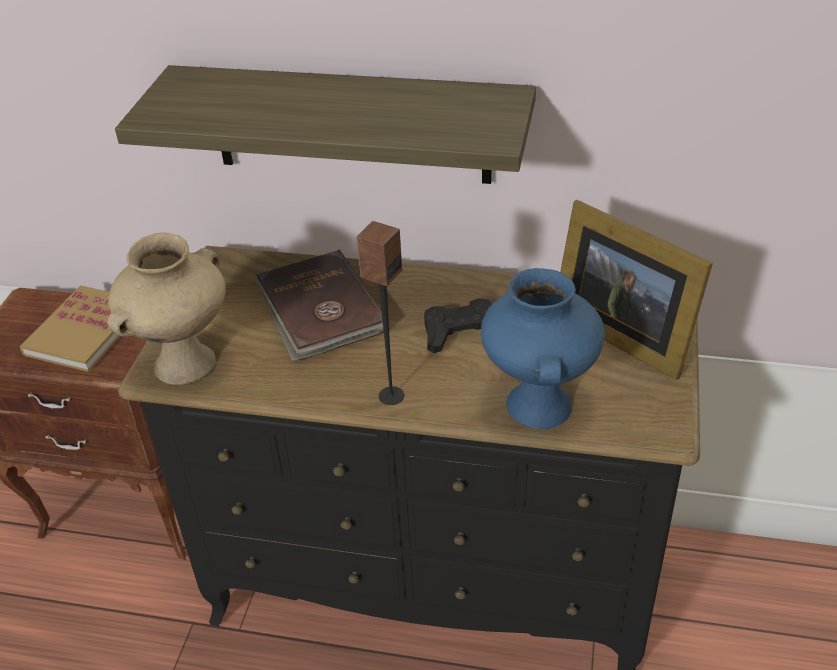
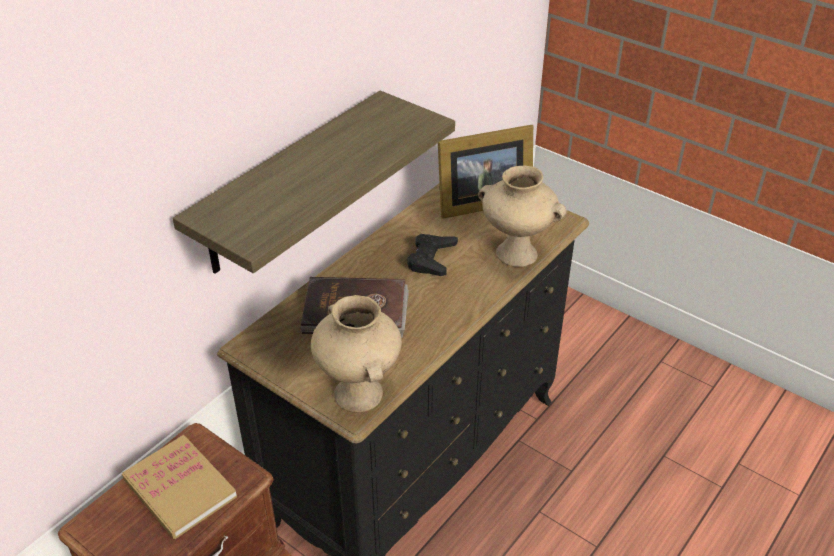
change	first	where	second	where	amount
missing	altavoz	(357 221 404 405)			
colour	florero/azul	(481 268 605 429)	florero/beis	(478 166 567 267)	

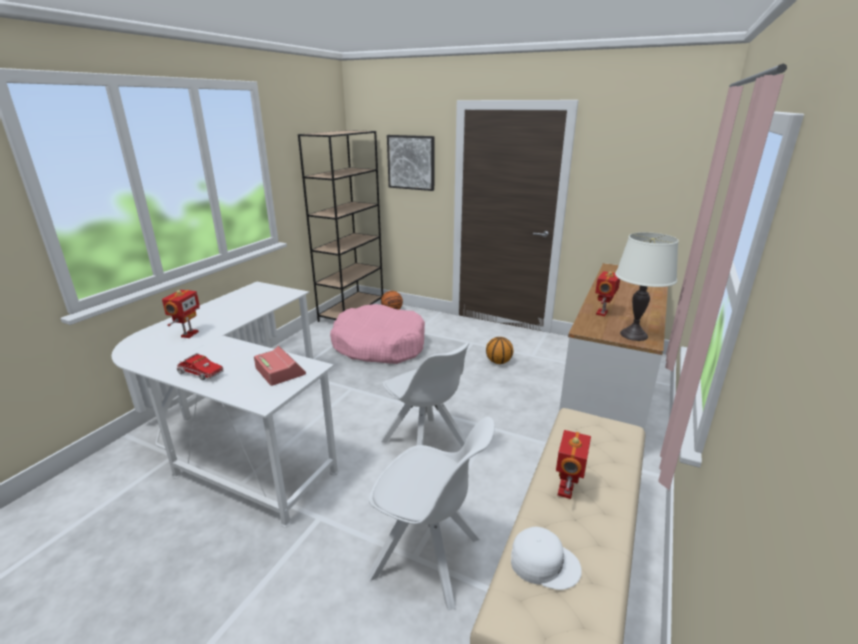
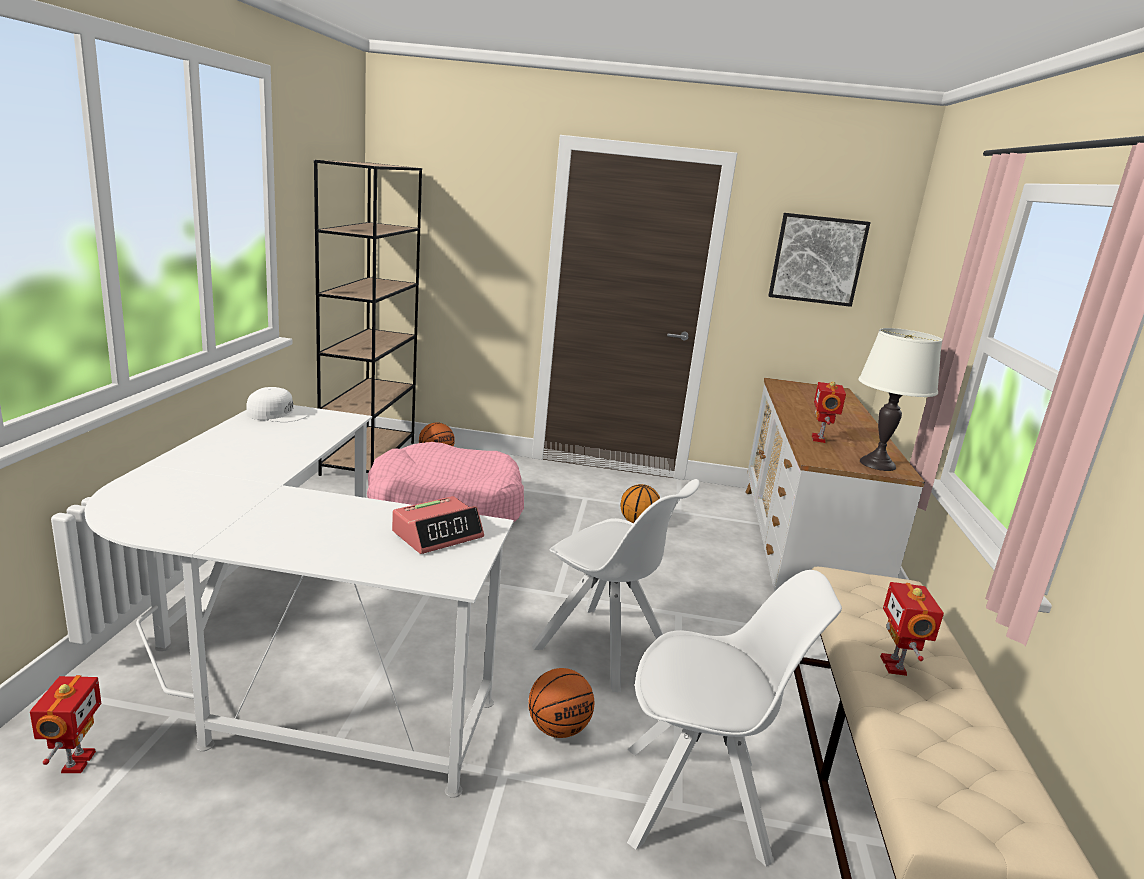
change	first	where	second	where	amount
relocated	cuadro	(387 135 435 191)		(768 213 871 307)	
relocated	robot de juguete	(162 290 200 338)		(30 675 101 773)	
spun	despertador	(254 346 306 386)		(392 496 484 554)	105 degrees clockwise
missing	camión de juguete	(176 353 224 380)			
relocated	gorra/blanco	(511 527 582 590)		(246 387 309 422)	
appeared			balón de baloncesto	(528 668 594 738)	

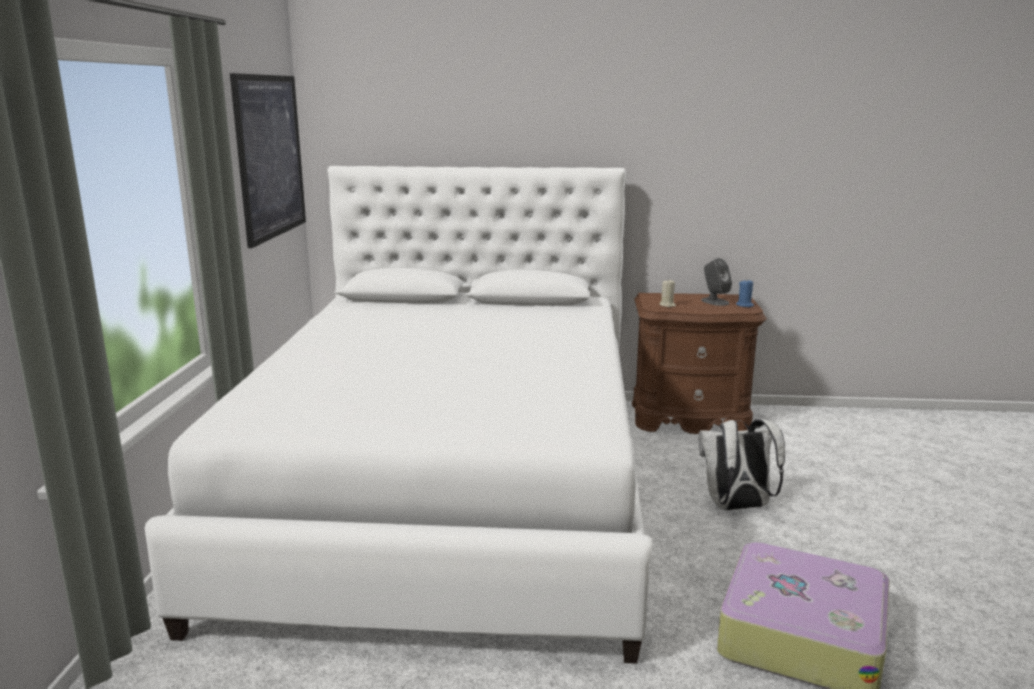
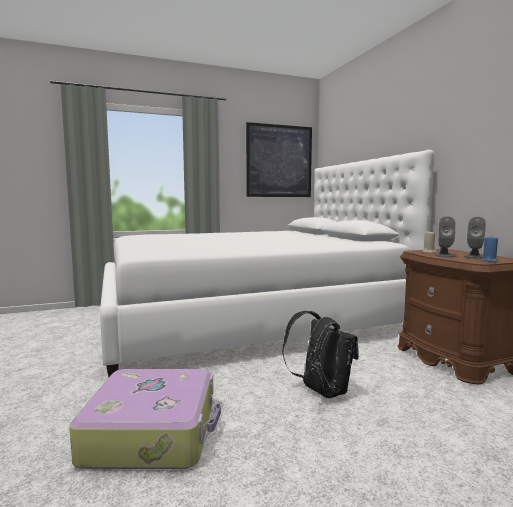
change	first	where	second	where	amount
colour	mochila/blanco	(699 419 785 510)	mochila/negro	(282 311 359 398)	
appeared			altavoz/gris	(435 216 455 258)	

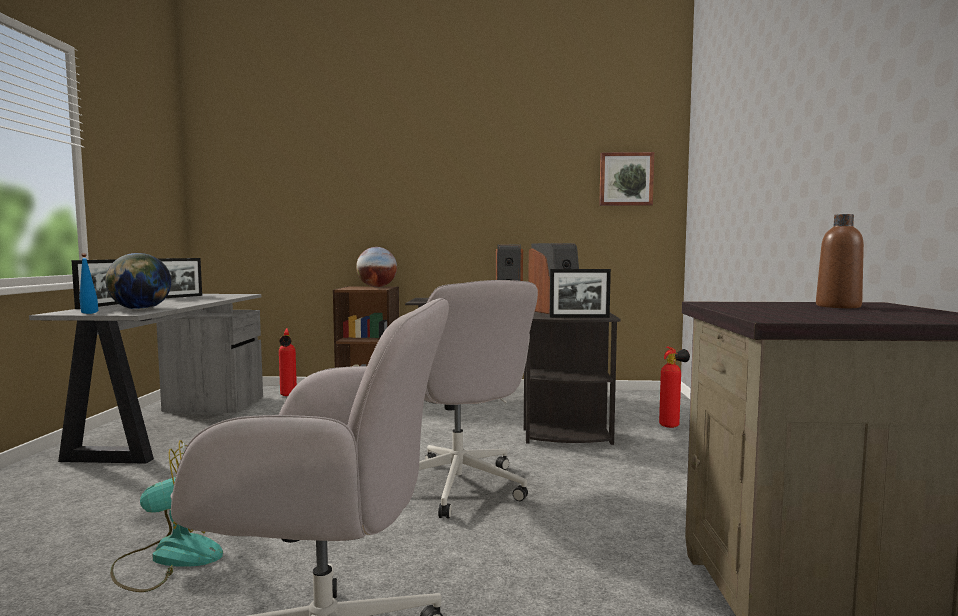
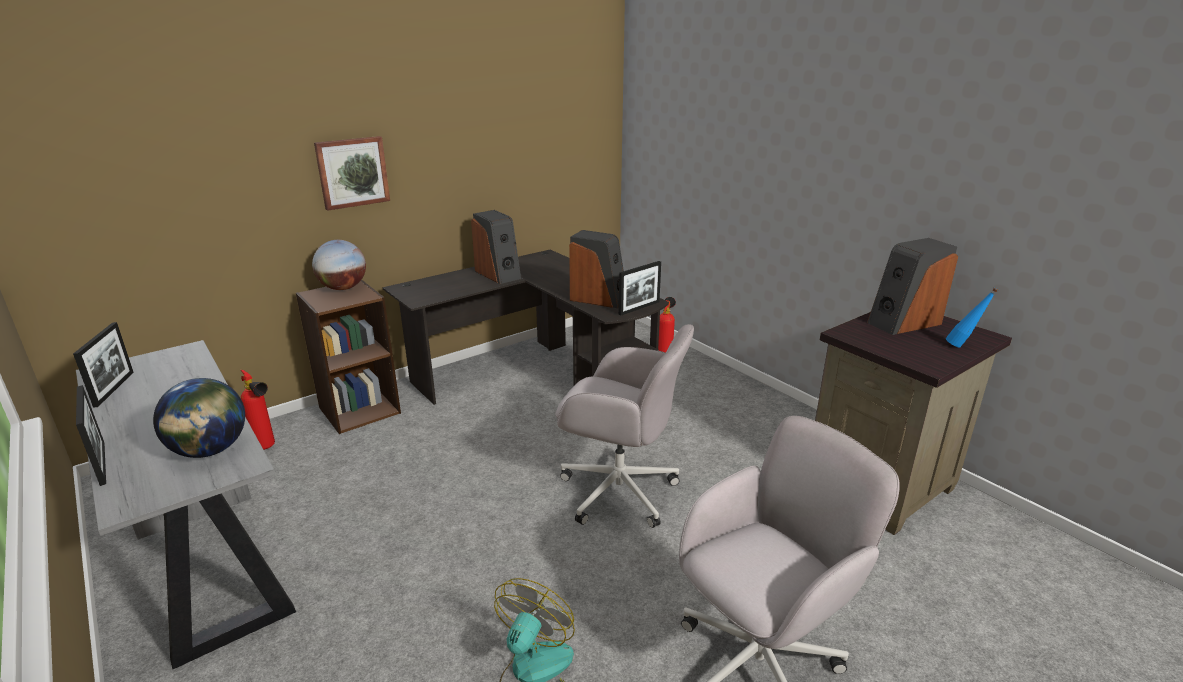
change	first	where	second	where	amount
relocated	cuadro	(599 152 654 206)		(314 136 390 211)	
exchanged	botella/marrón	(816 214 864 308)	altavoz	(867 238 958 335)	
relocated	botella/azul	(79 253 98 314)		(946 288 998 348)	

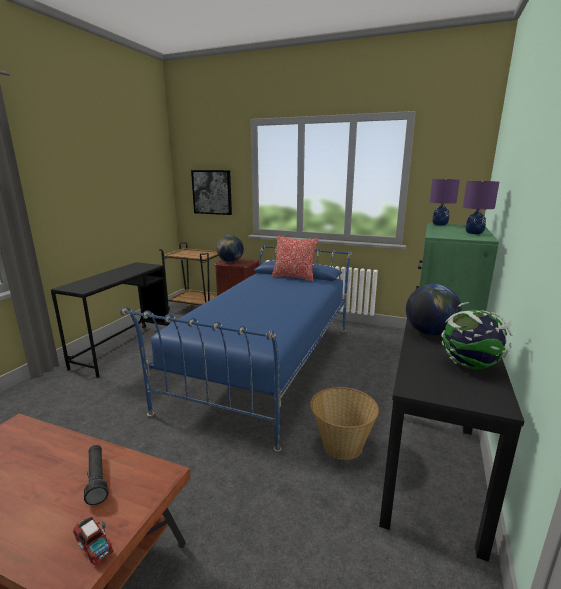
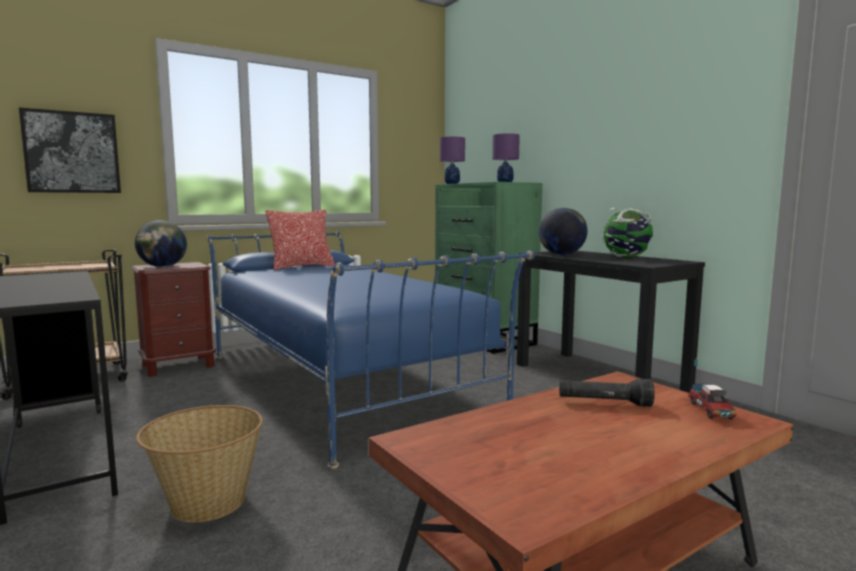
change	first	where	second	where	amount
relocated	cesta	(310 387 379 460)		(136 405 263 523)	
spun	camión de juguete	(73 517 114 565)		(688 357 736 419)	75 degrees counterclockwise

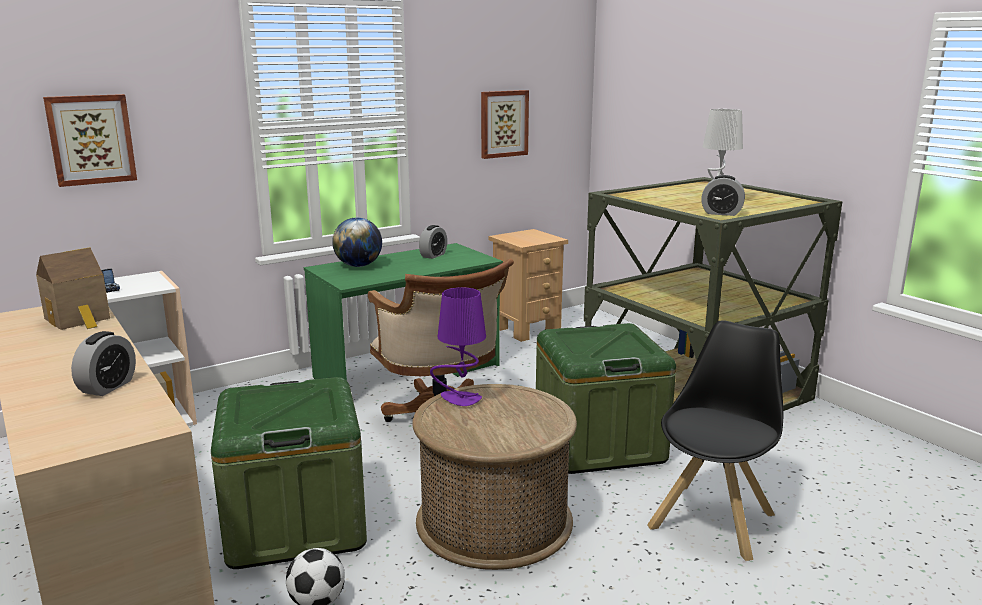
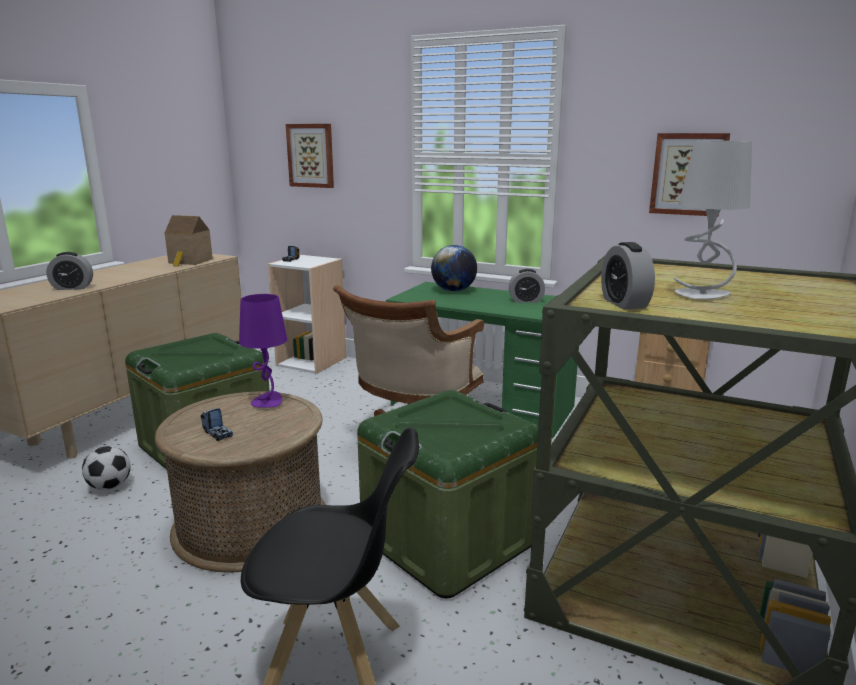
change	first	where	second	where	amount
appeared			camión de juguete	(201 408 233 441)	

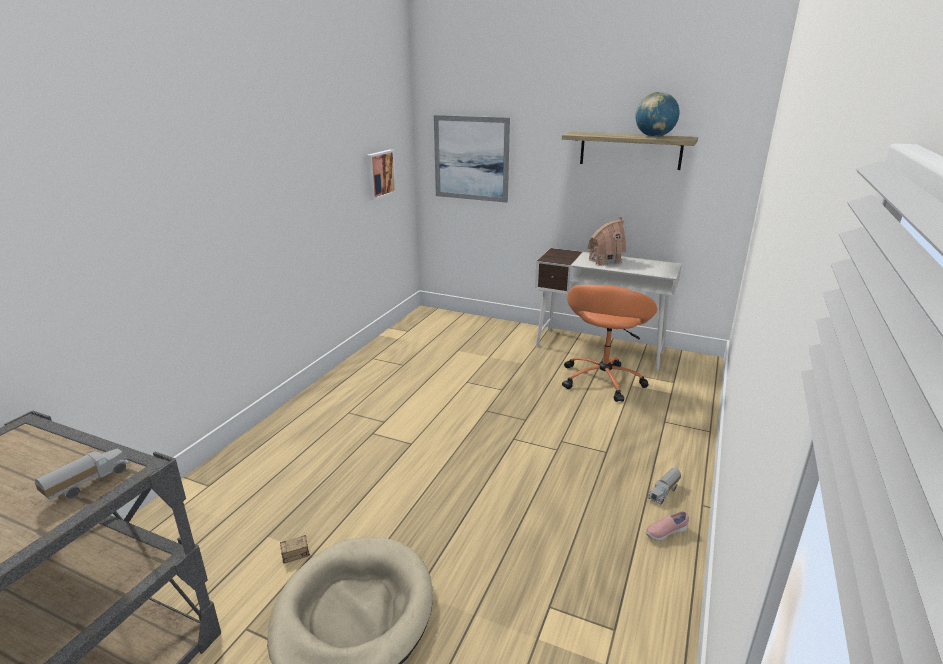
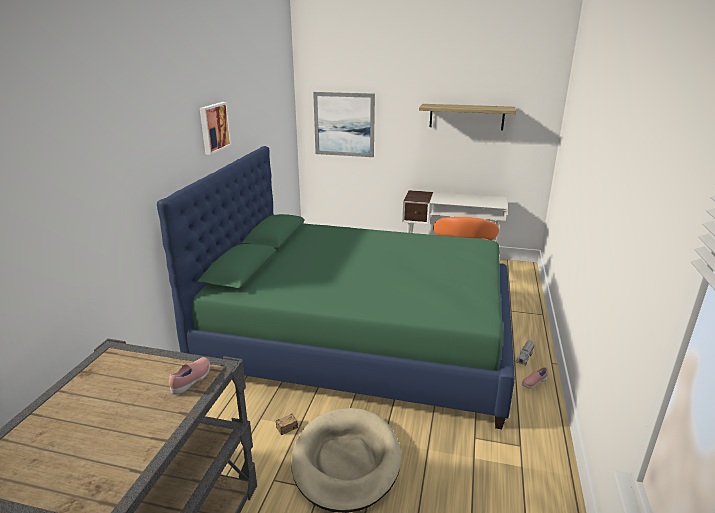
change	first	where	second	where	amount
missing	globo terráqueo	(635 92 680 137)			
relocated	cuadro	(366 150 396 200)		(200 102 231 155)	
missing	casita	(587 216 626 266)			
exchanged	camión de juguete	(35 449 130 500)	zapato/rosa	(169 357 210 395)	
appeared			cama/verde	(157 146 515 429)	

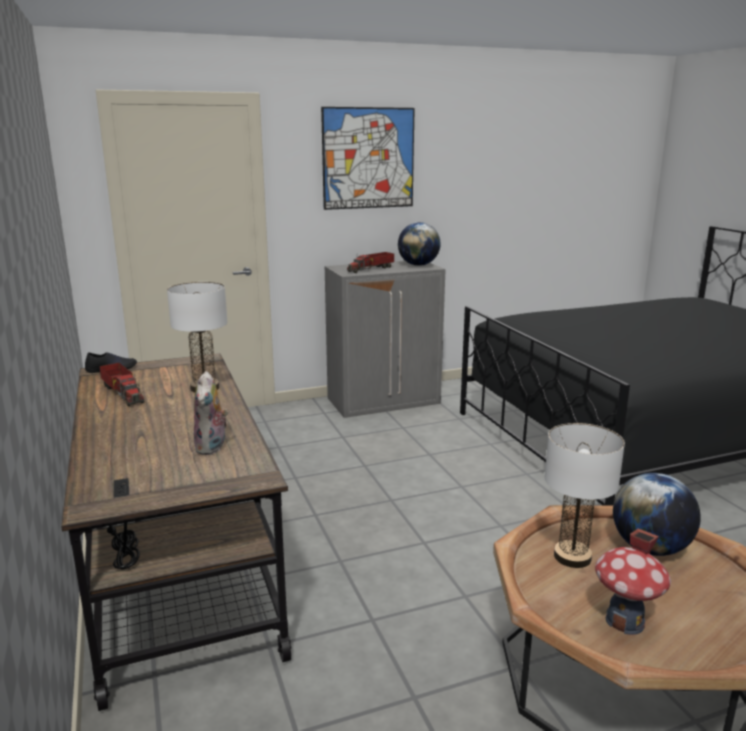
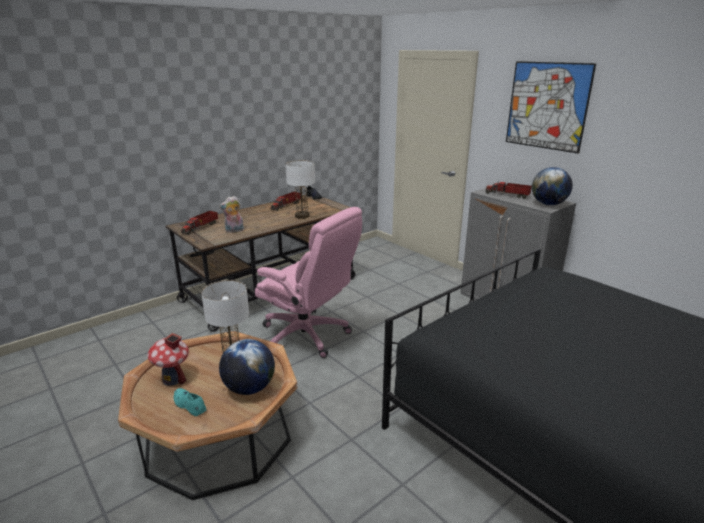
change	first	where	second	where	amount
appeared			silla de oficina/rosa	(255 207 362 358)	
appeared			camión de juguete	(181 211 218 235)	
appeared			zapato/turquesa	(174 388 206 416)	

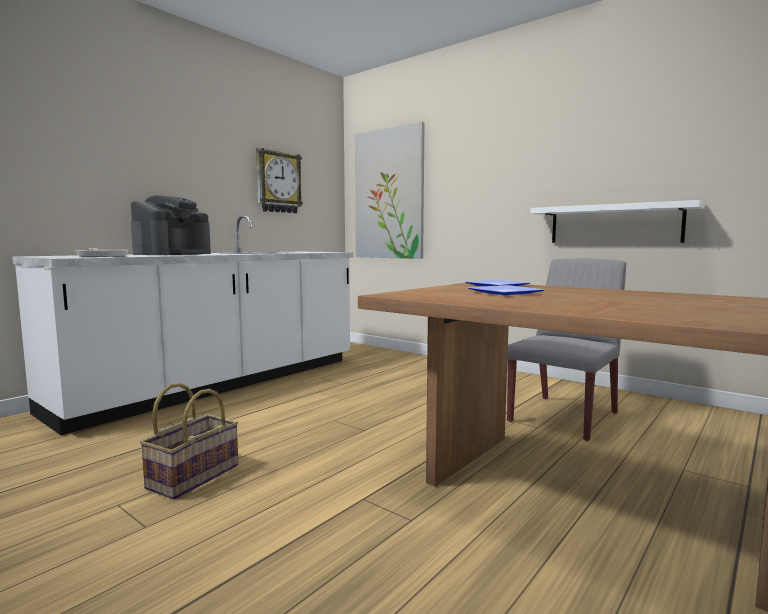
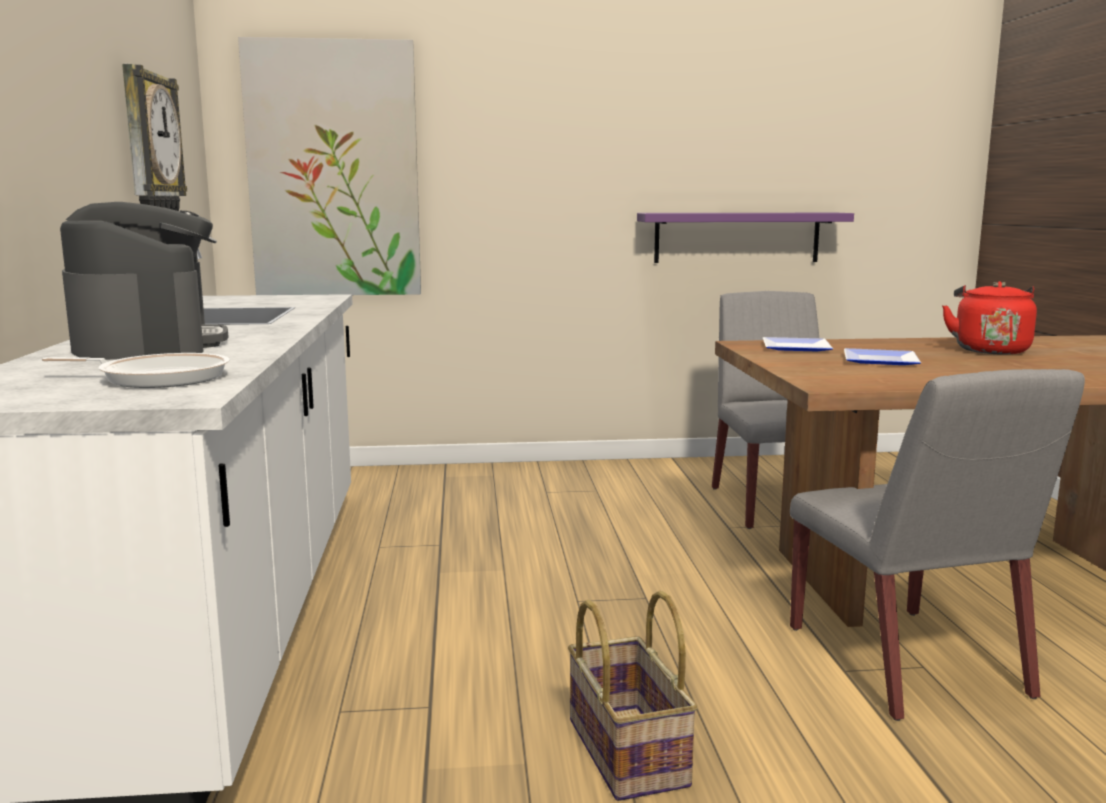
change	first	where	second	where	amount
colour	estante/blanco	(530 200 705 243)	estante/morado	(637 213 854 263)	
appeared			hervidor/rojo	(942 281 1037 354)	
appeared			silla/gris	(790 369 1085 721)	

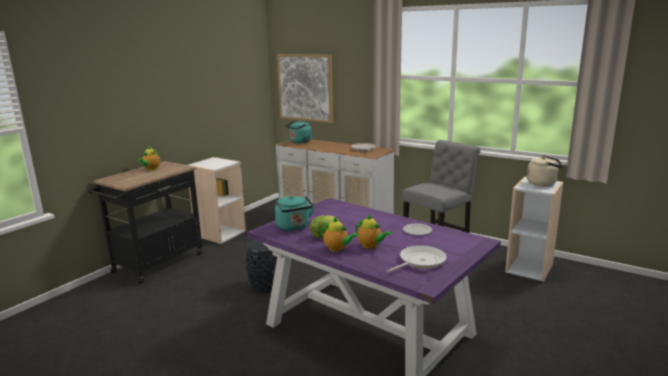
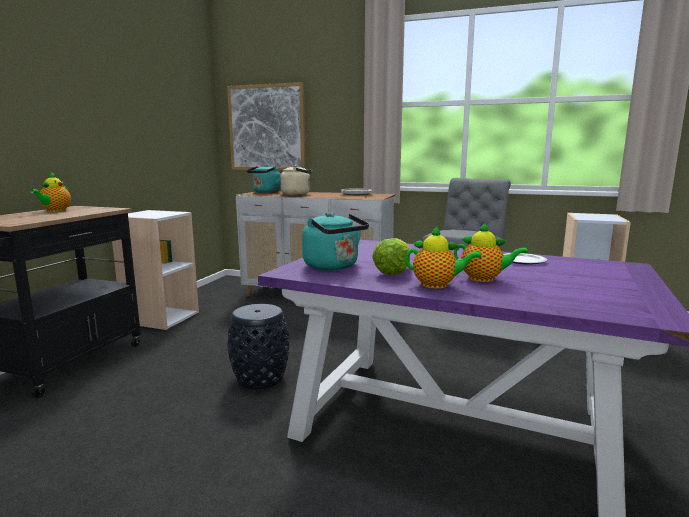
change	first	where	second	where	amount
relocated	hervidor/beis	(527 155 563 186)		(280 165 313 195)	
missing	sartén	(387 245 447 272)			

